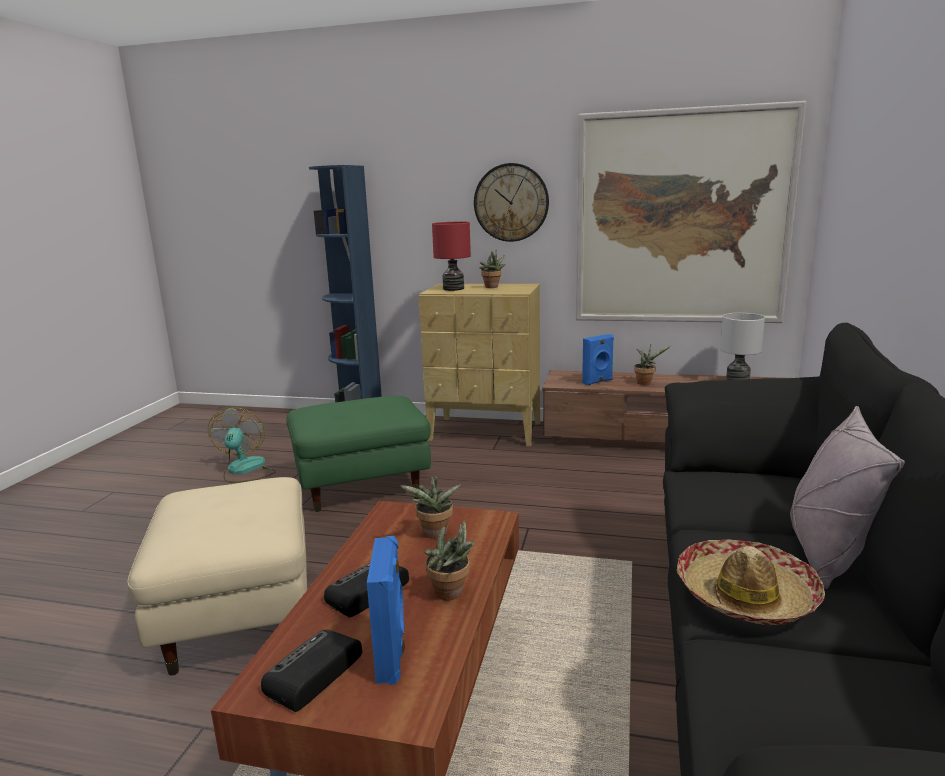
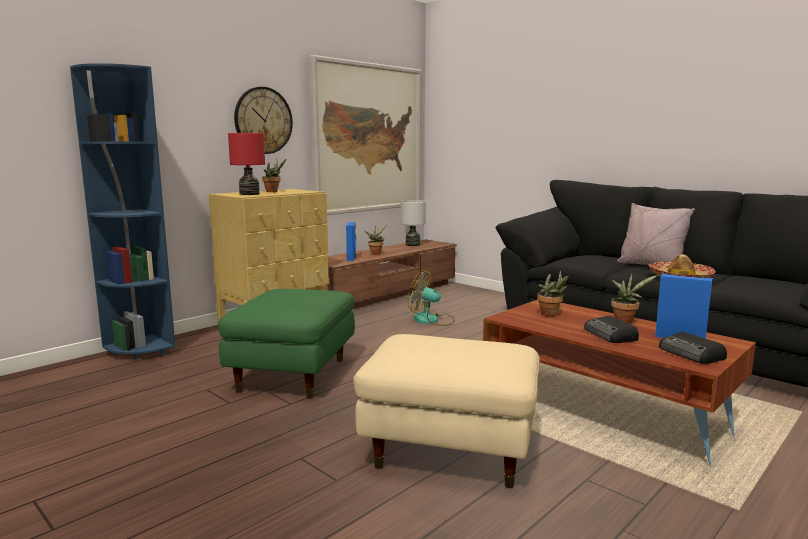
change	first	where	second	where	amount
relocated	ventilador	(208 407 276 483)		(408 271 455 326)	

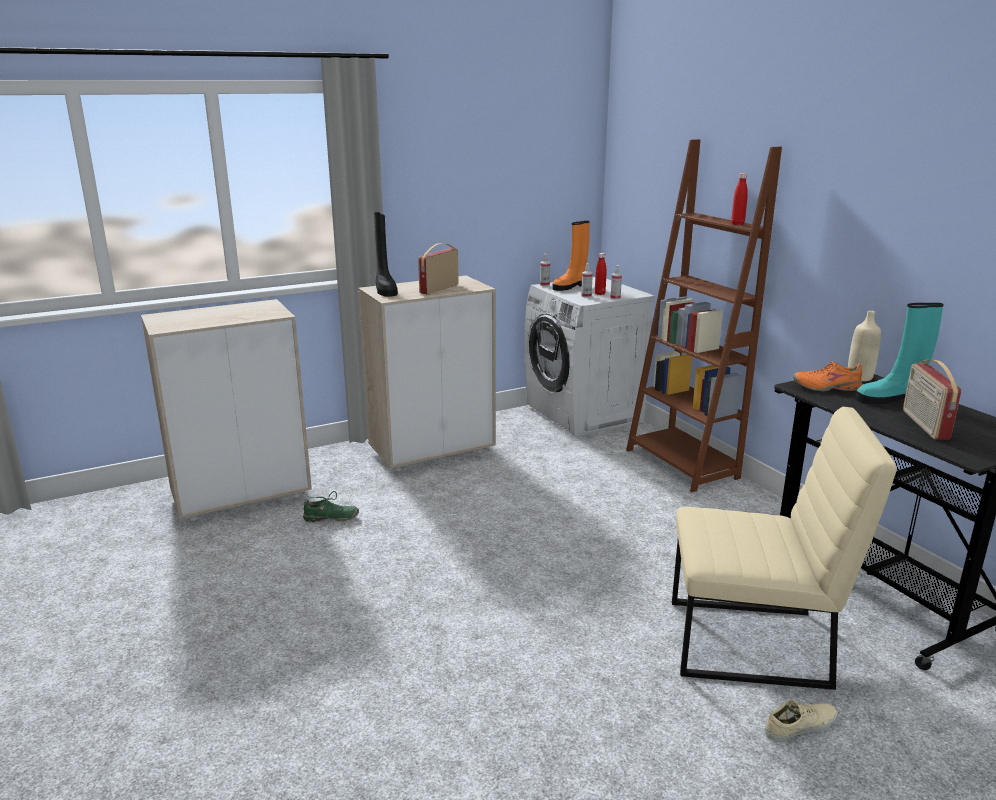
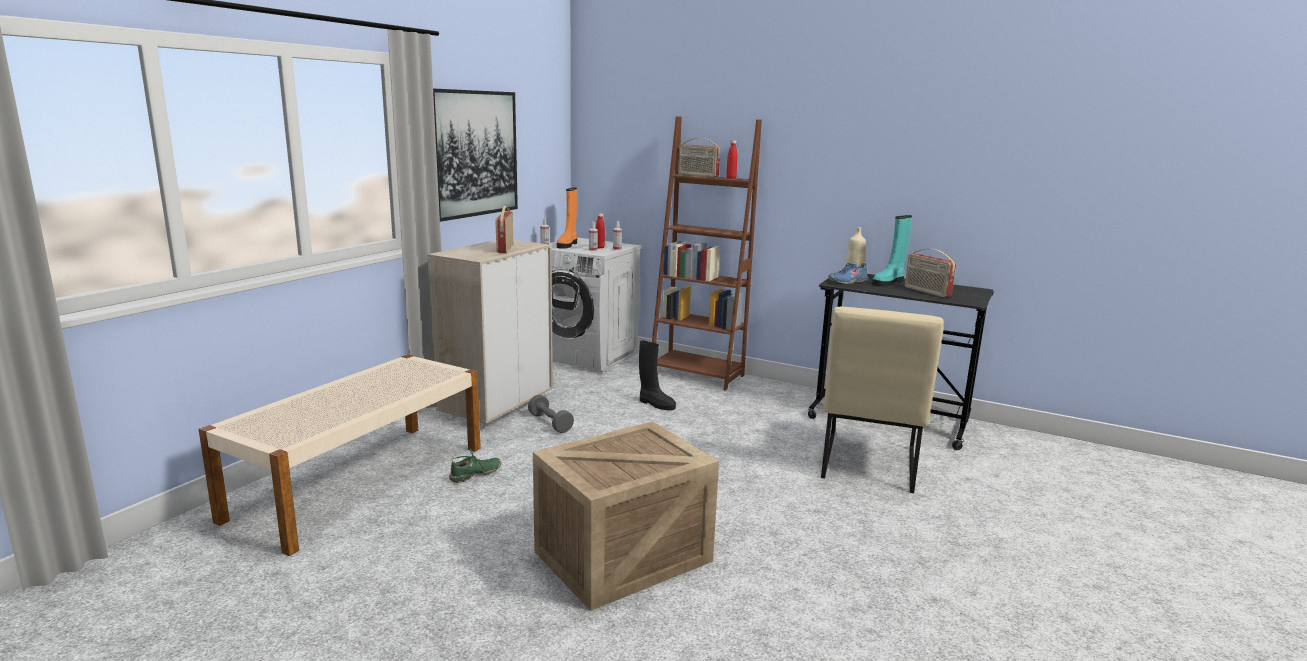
change	first	where	second	where	amount
relocated	bota/negro	(374 212 398 297)		(639 340 676 411)	
exchanged	armario/beis	(141 299 312 521)	banco/beis	(199 354 481 556)	
colour	zapato/naranja	(793 361 863 391)	zapato/azul	(828 263 869 284)	
spun	silla/beis	(672 407 897 690)		(821 307 944 493)	135 degrees clockwise
missing	zapato/beis	(765 700 838 742)			
appeared			cuadro	(433 89 518 222)	
appeared			radio	(678 138 720 177)	
appeared			mancuerna/gris	(528 395 574 433)	
appeared			caja de embalaje	(533 421 719 611)	

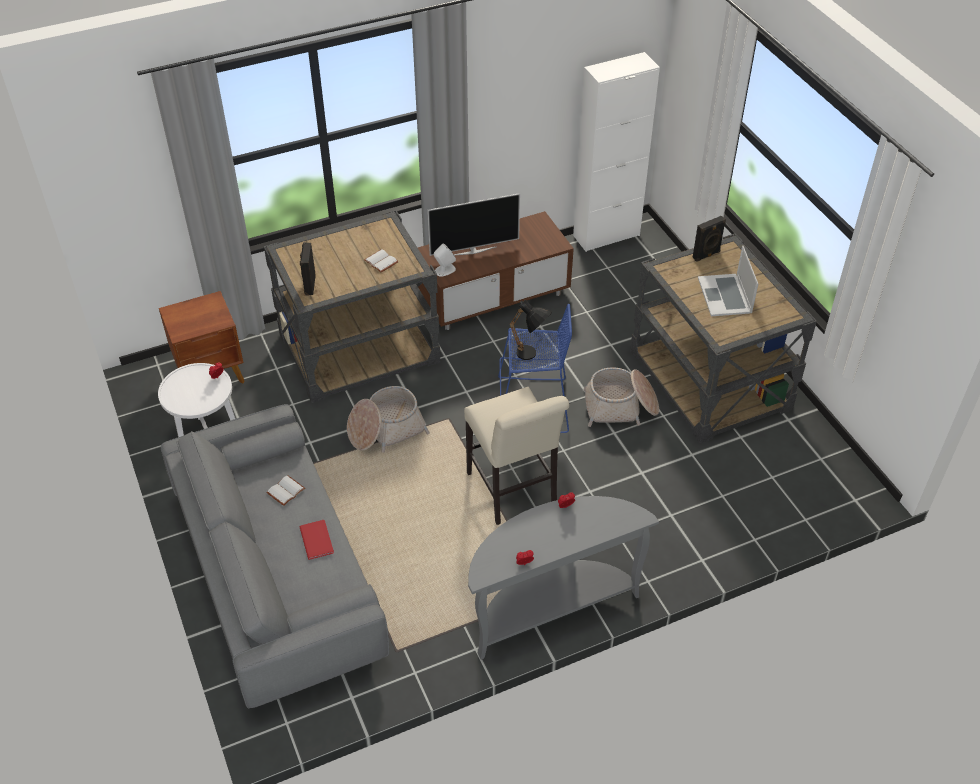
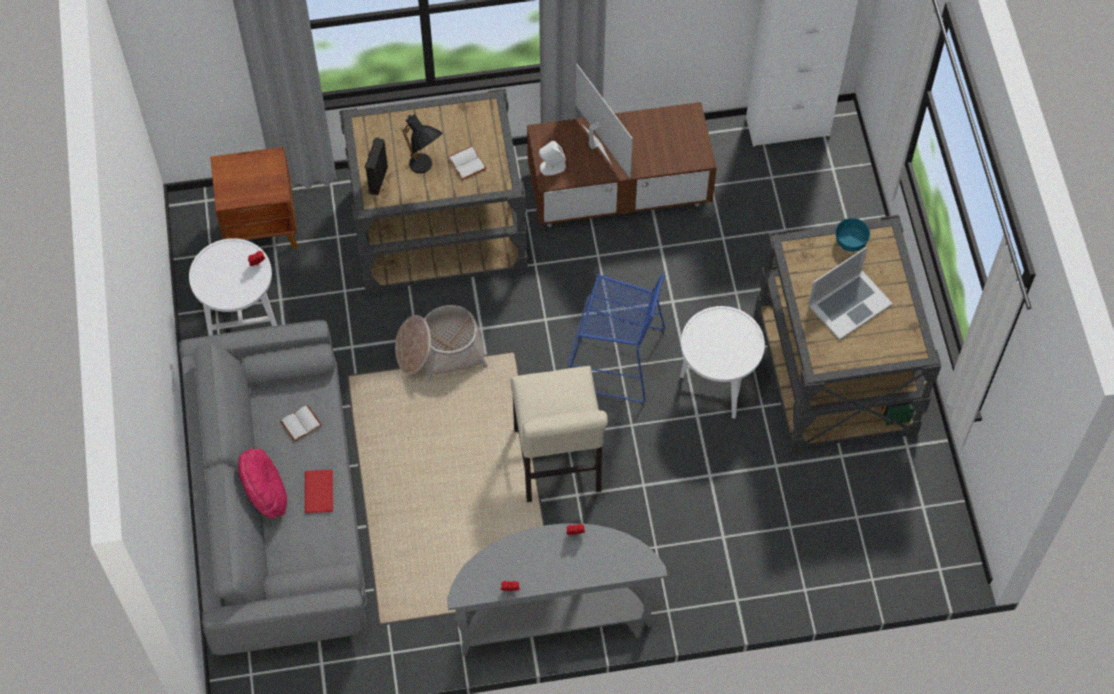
change	first	where	second	where	amount
spun	televisor	(427 193 520 256)		(576 64 633 178)	120 degrees counterclockwise
exchanged	altavoz/negro	(692 216 726 262)	cuenco/turquesa	(836 218 870 252)	
spun	portátil	(698 245 758 316)		(808 247 893 340)	135 degrees counterclockwise
relocated	lámpara de mesa/negro	(509 299 552 360)		(402 114 443 174)	
exchanged	cesta	(583 367 659 427)	mesa auxiliar/blanco	(680 306 765 419)	
appeared			cojín/rosa	(238 449 287 519)	

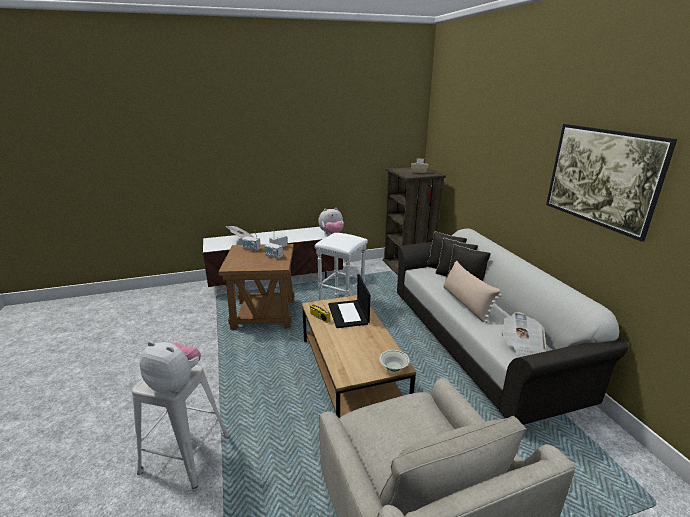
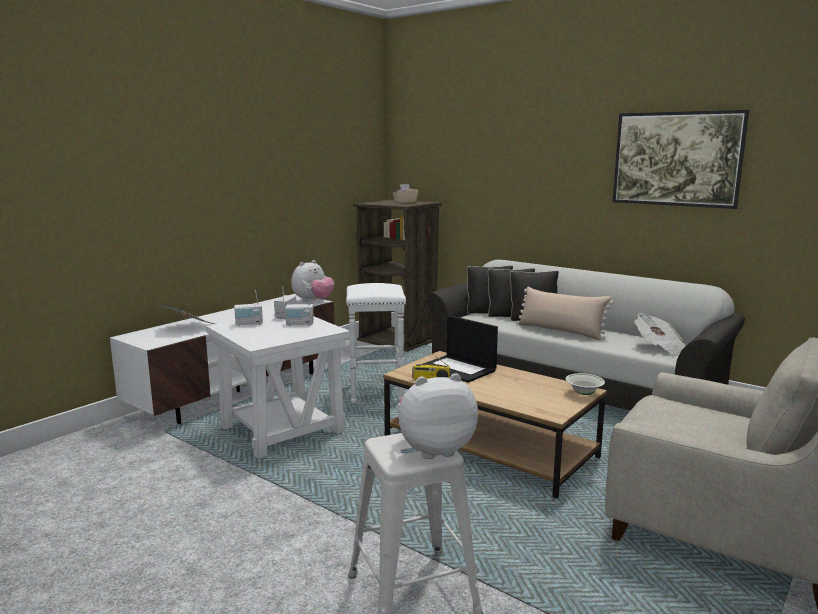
change	first	where	second	where	amount
colour	mesa auxiliar/marrón	(218 244 295 330)	mesa auxiliar/blanco	(206 314 350 458)	

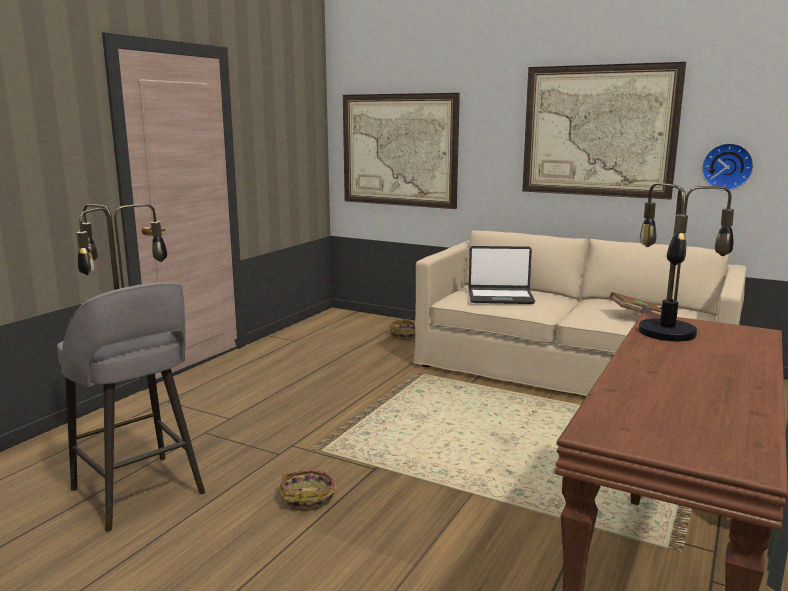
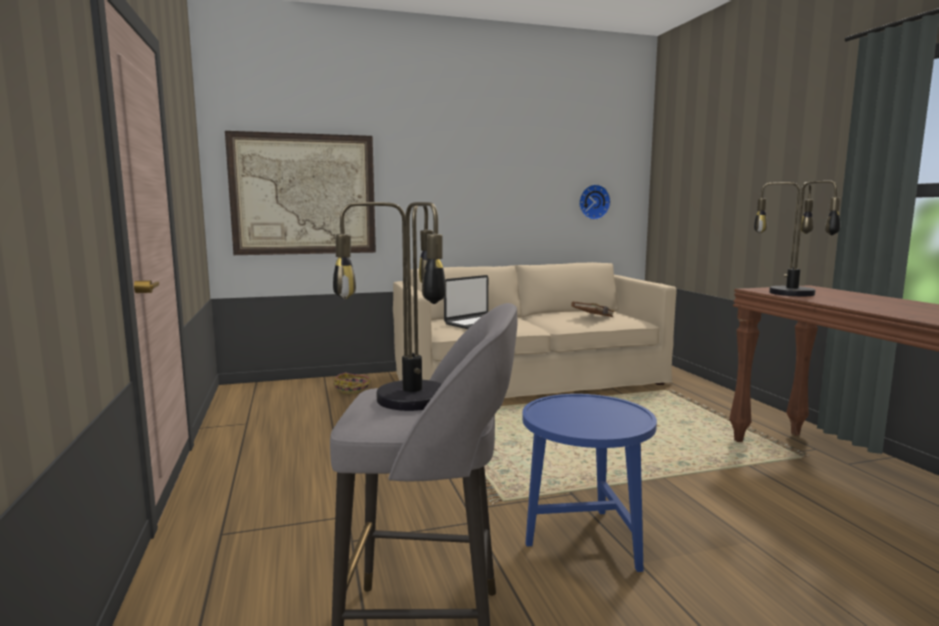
change	first	where	second	where	amount
missing	cuadro	(522 62 686 200)			
exchanged	cesta	(279 469 337 511)	mesa auxiliar/azul	(522 394 657 572)	

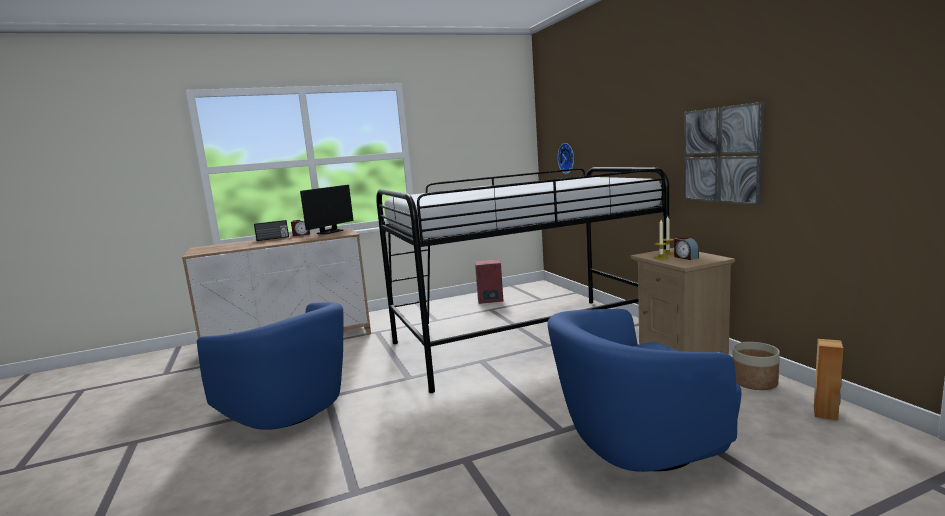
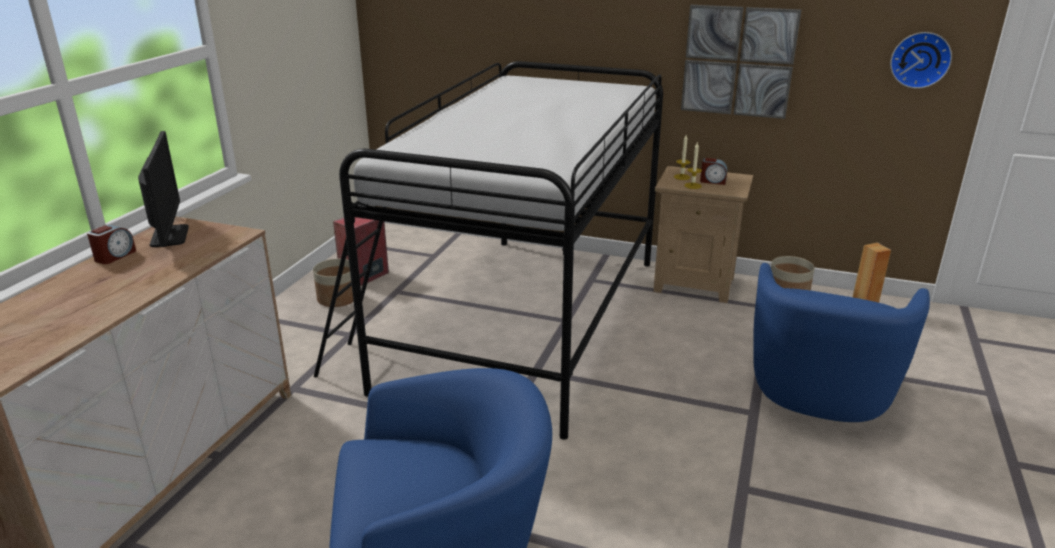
change	first	where	second	where	amount
relocated	reloj de pared	(557 143 574 174)		(890 32 952 89)	
missing	radio	(254 220 289 241)			
appeared			maceta	(313 259 354 307)	

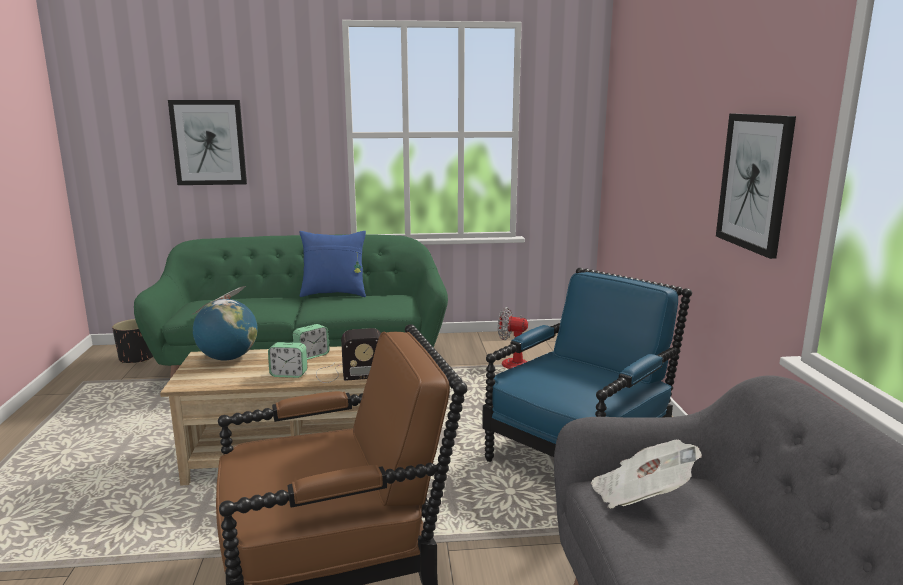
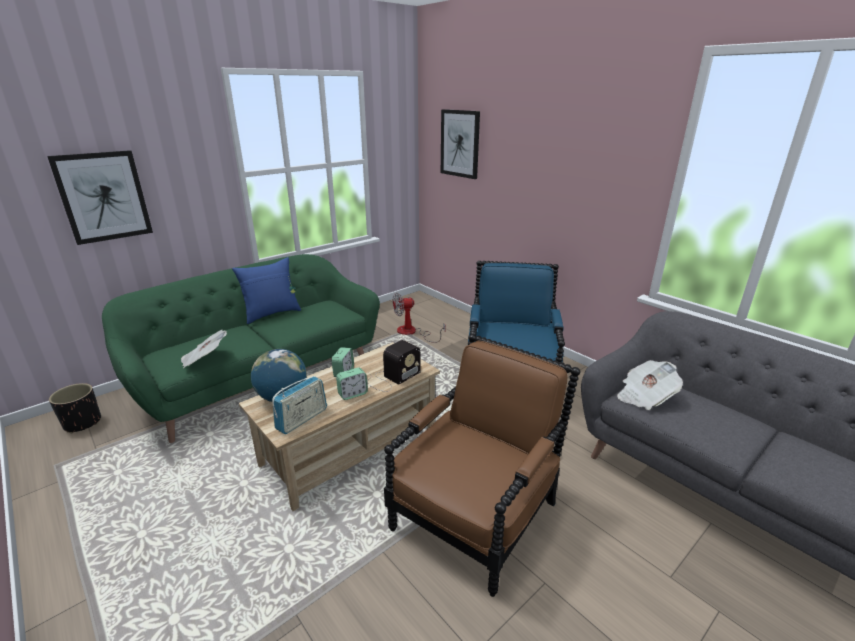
change	first	where	second	where	amount
relocated	cuadro	(716 114 796 259)		(441 109 480 179)	
appeared			radio	(272 376 327 434)	

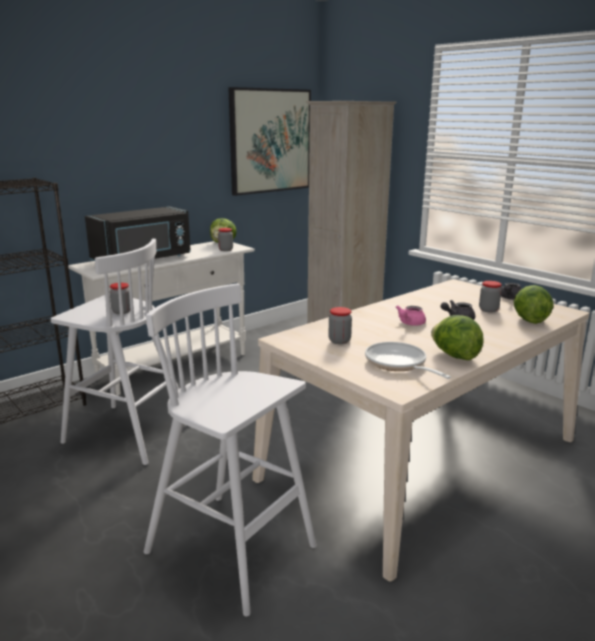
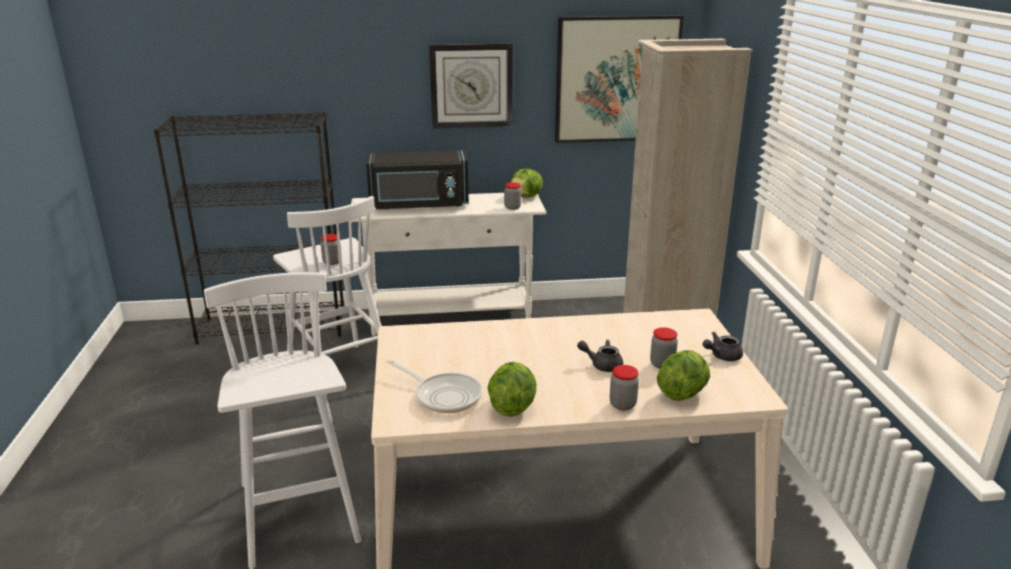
change	first	where	second	where	amount
missing	tetera/rosa	(396 305 426 326)			
relocated	tarro	(328 307 352 344)		(610 365 639 411)	
spun	sartén	(365 342 451 379)		(386 360 482 413)	120 degrees clockwise
appeared			reloj de pared	(429 43 513 129)	

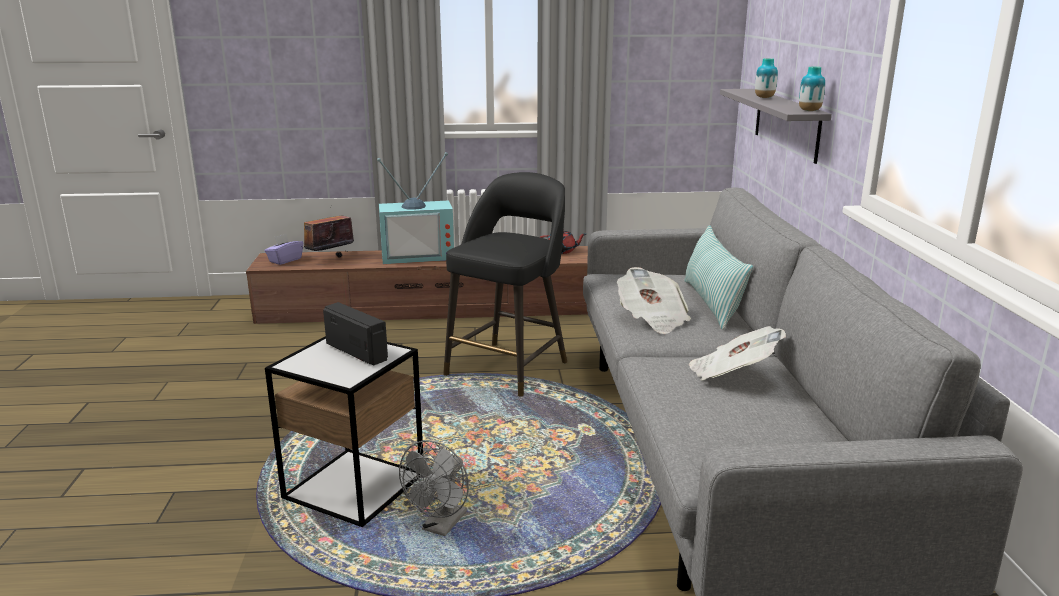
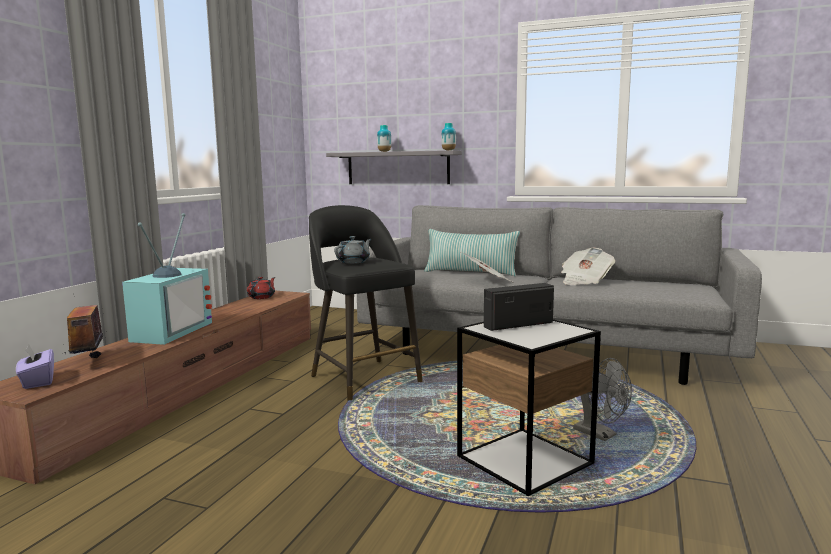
change	first	where	second	where	amount
appeared			tetera/gris	(334 236 371 264)	

